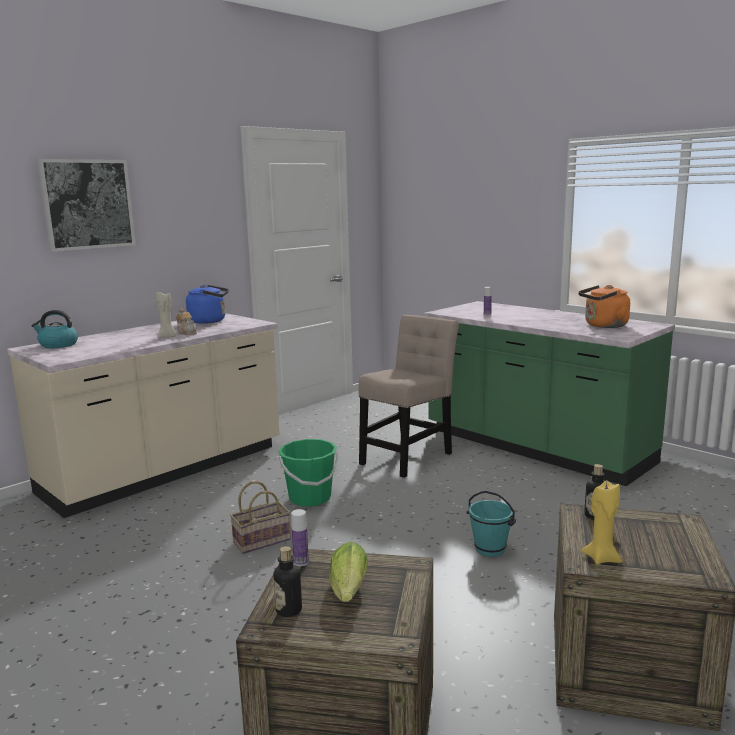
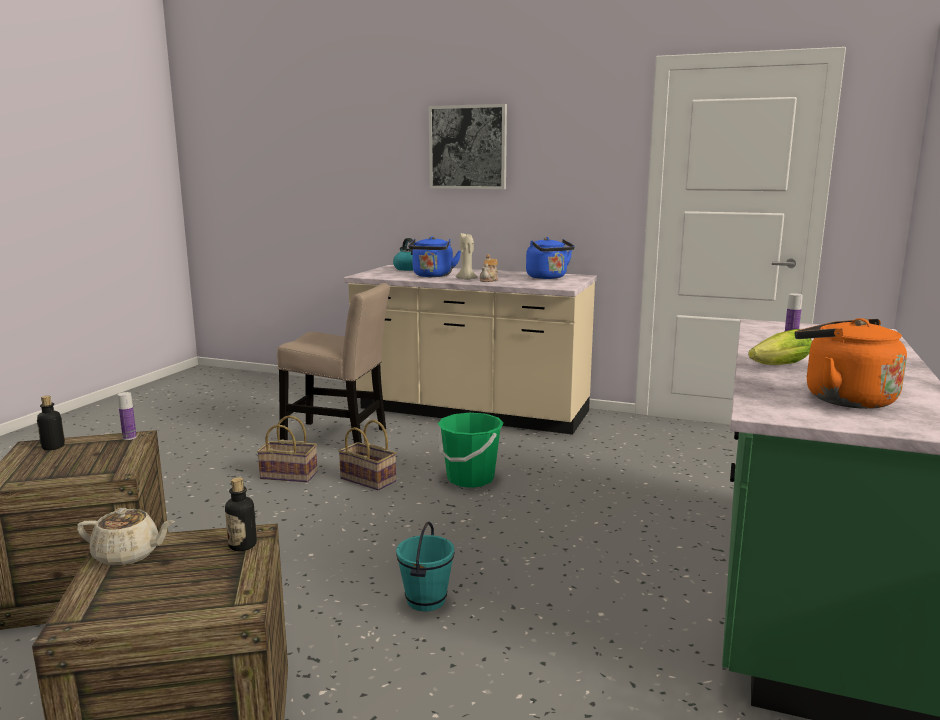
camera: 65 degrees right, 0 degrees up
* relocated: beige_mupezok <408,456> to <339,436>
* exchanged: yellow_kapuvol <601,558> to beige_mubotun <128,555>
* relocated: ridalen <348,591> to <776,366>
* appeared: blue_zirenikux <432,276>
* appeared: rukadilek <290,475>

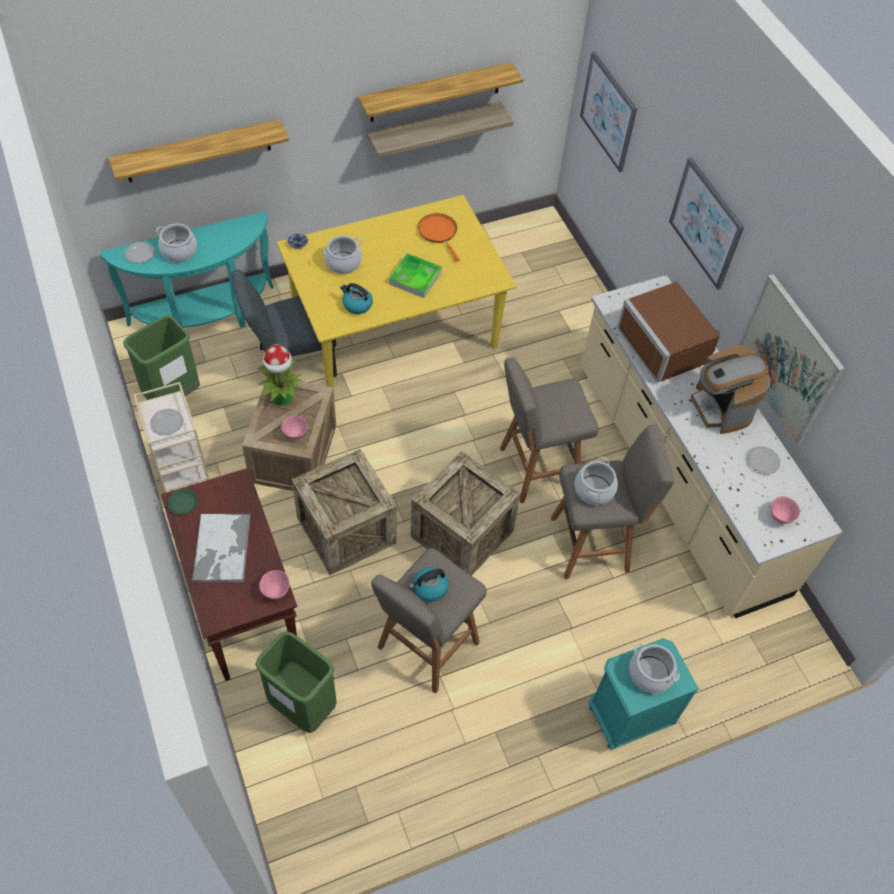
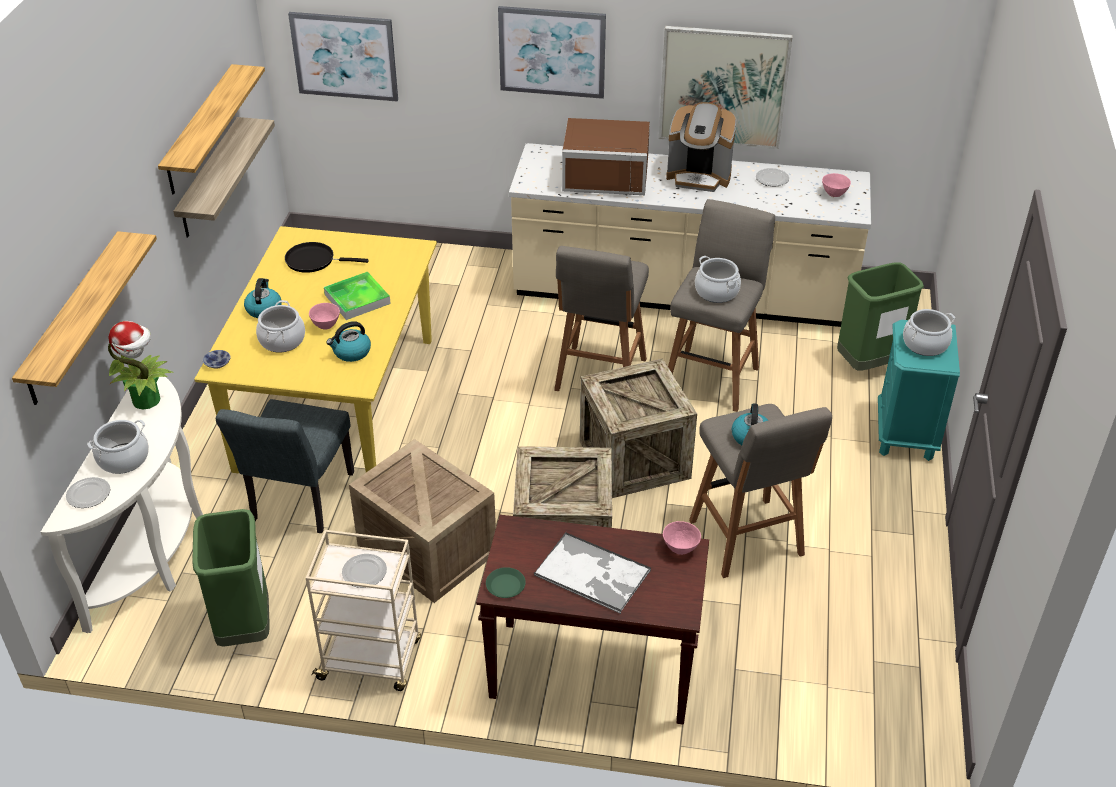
camera: 55 degrees left, 15 degrees down
* colour: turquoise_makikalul <205,318> to white_makikalul <156,552>
* colour: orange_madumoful <439,232> to black_madumoful <314,260>
* relocated: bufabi <283,398> to <147,400>
* relocated: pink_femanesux <295,434> to <326,326>
* relocated: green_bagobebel <302,706> to <869,365>
* appeared: zirenikux <264,309>

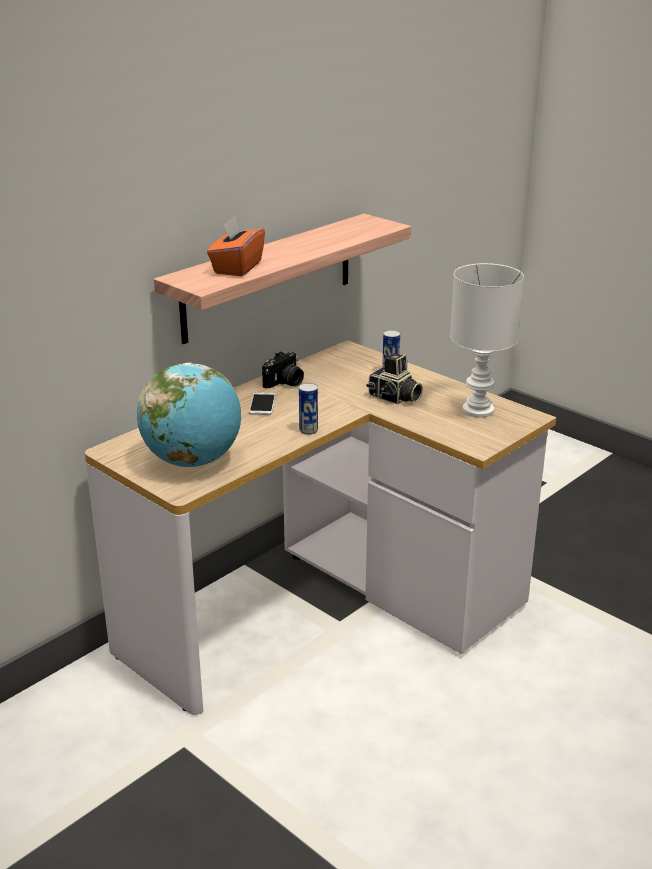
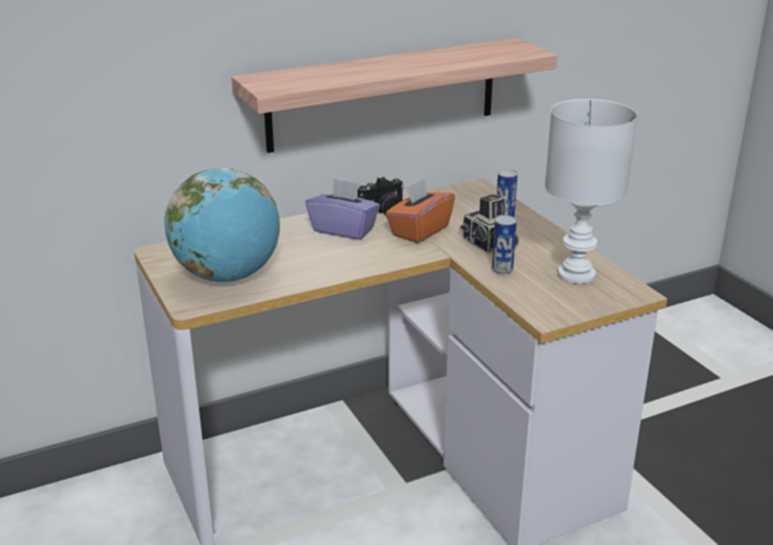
camera: 20 degrees right, 0 degrees up
* relocated: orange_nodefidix <237,267> to <419,231>
* relocated: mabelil <308,430> to <502,269>
* exchanged: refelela <262,404> to purple_nodefidix <344,230>

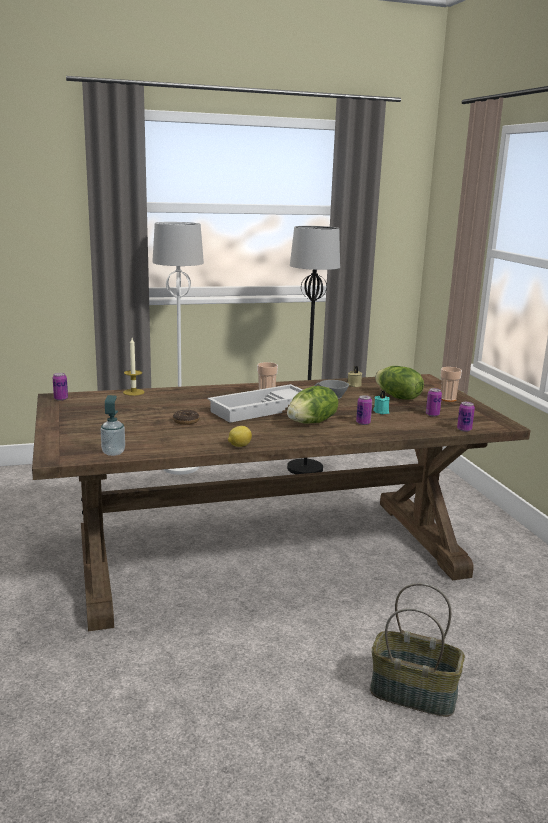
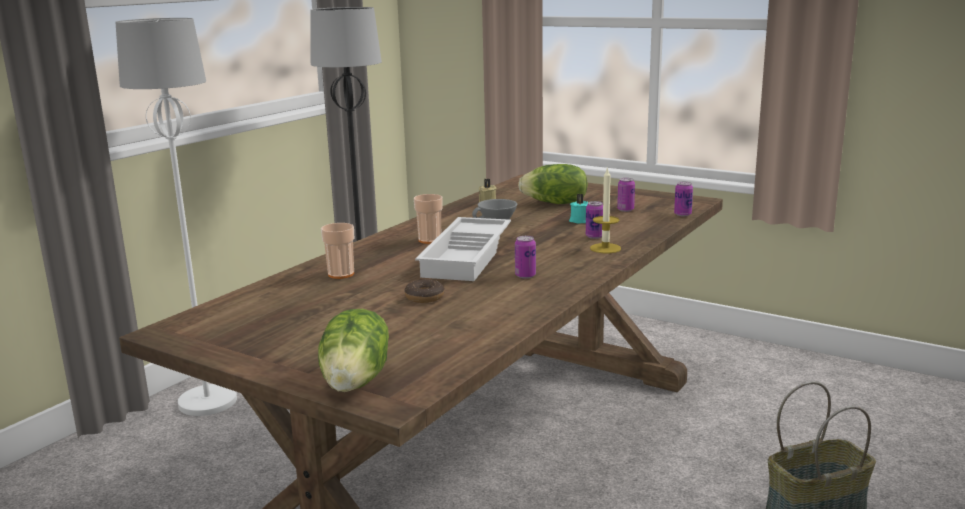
camera: 40 degrees left, 0 degrees up
* relocated: kapuvol <133,392> to <605,248>
* relocated: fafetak <448,399> to <341,274>
* relocated: mabelil <61,399> to <525,275>
* relocated: ridalen <312,422> to <357,381>
* missing: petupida <113,452>
* missing: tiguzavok <239,446>

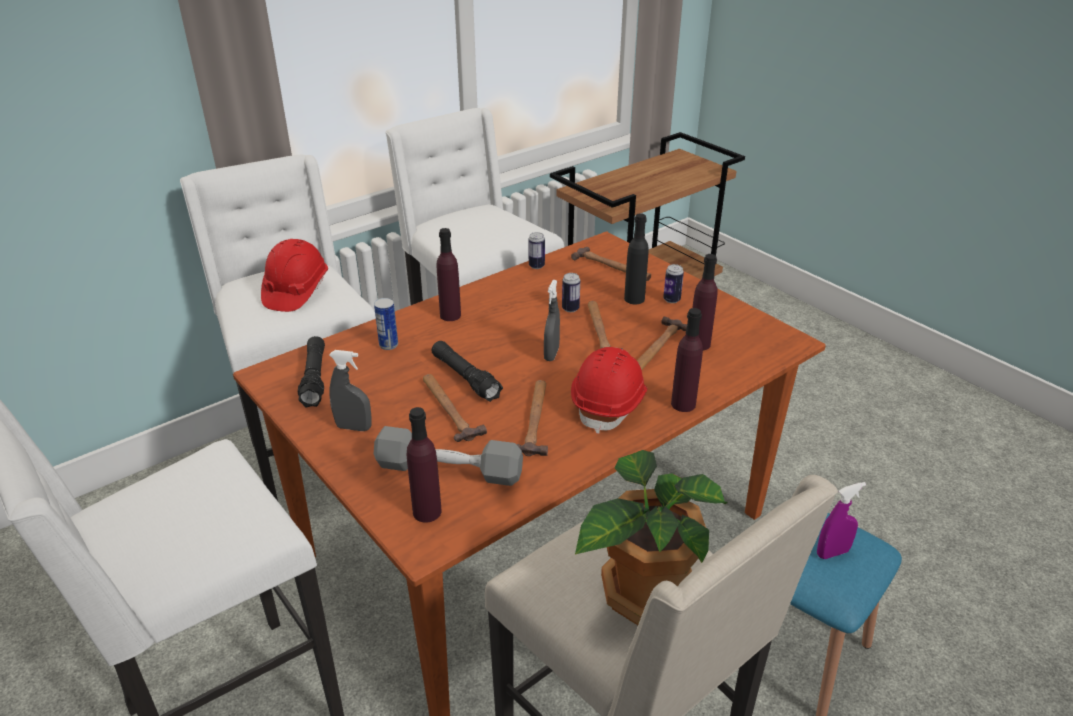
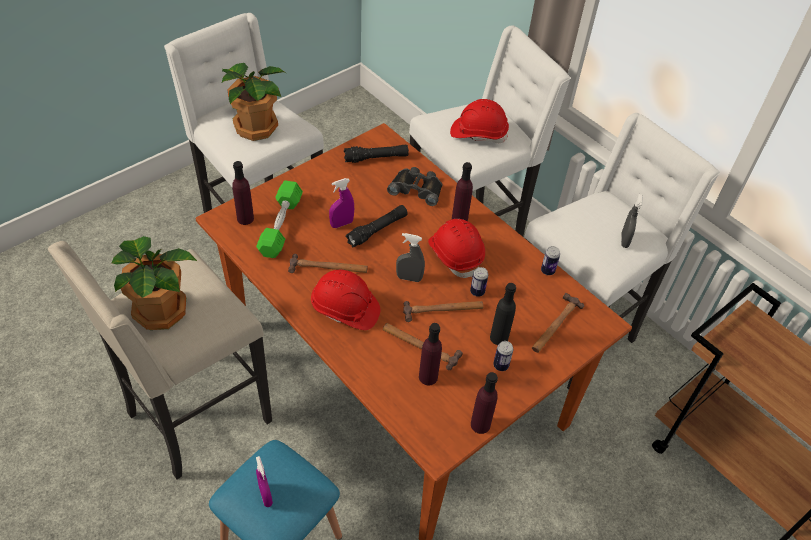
camera: 85 degrees right, 15 degrees up
* exchanged: mabelil <388,345> to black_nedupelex <417,189>
* relocated: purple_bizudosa <683,404> to <480,424>
* relocated: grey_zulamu <354,427> to <624,240>
* exchanged: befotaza <449,409> to purple_zulamu <341,224>
* colour: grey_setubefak <449,470> to green_setubefak <280,226>
* appeared: bufabi <256,127>
* appeared: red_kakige <455,255>

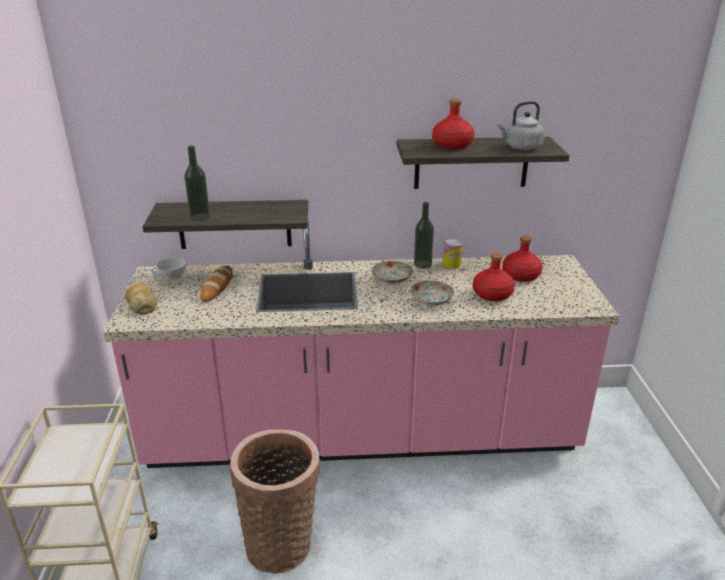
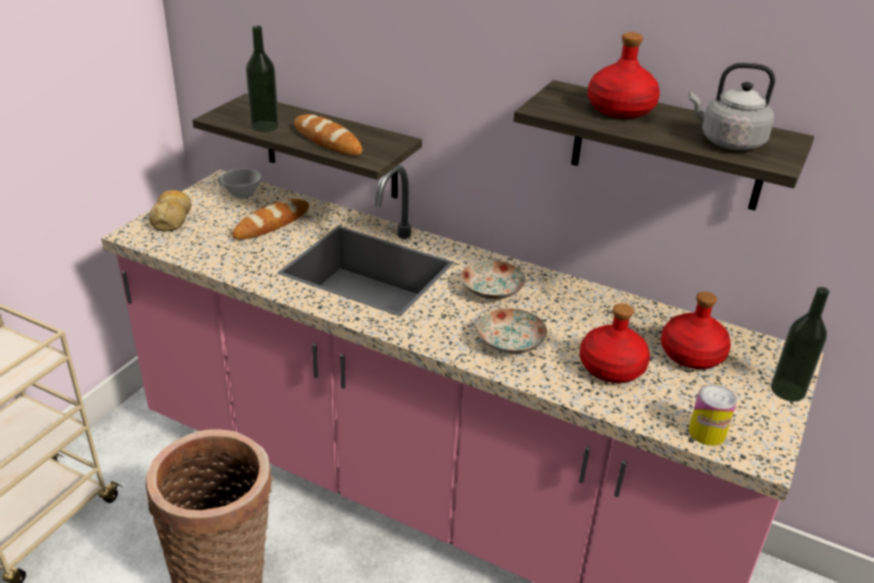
camera: 30 degrees right, 5 degrees up
* relocated: bizudosa <422,264> to <787,390>
* relocated: mabelil <451,264> to <707,432>
* appeared: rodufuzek <327,140>

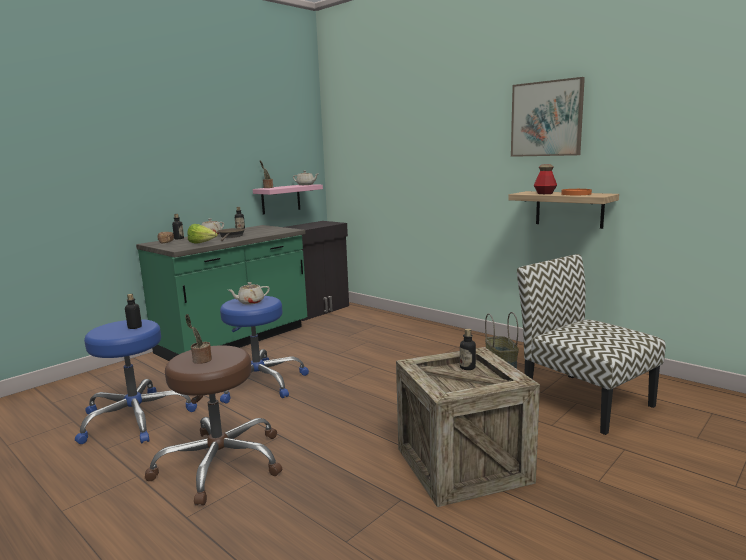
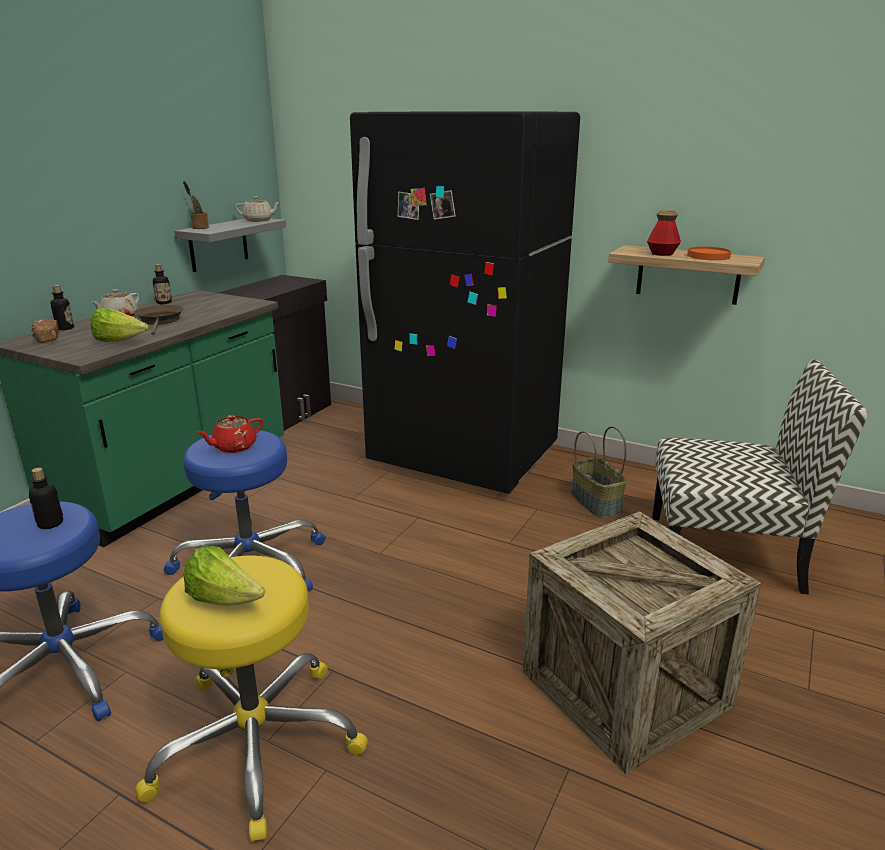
camera: 15 degrees left, 10 degrees up
* missing: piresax <546,119>
* colour: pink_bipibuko <281,199> to grey_bipibuko <218,244>
* spun: mupezok <583,401> = <727,552> 150 degrees clockwise
* colour: beige_mubotun <250,302> to red_mubotun <234,447>
* exchanged: bufabi <201,360> to ridalen <224,599>
* missing: bizudosa <467,367>
* colour: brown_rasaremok <220,463> to yellow_rasaremok <257,742>
* appeared: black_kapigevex <463,457>

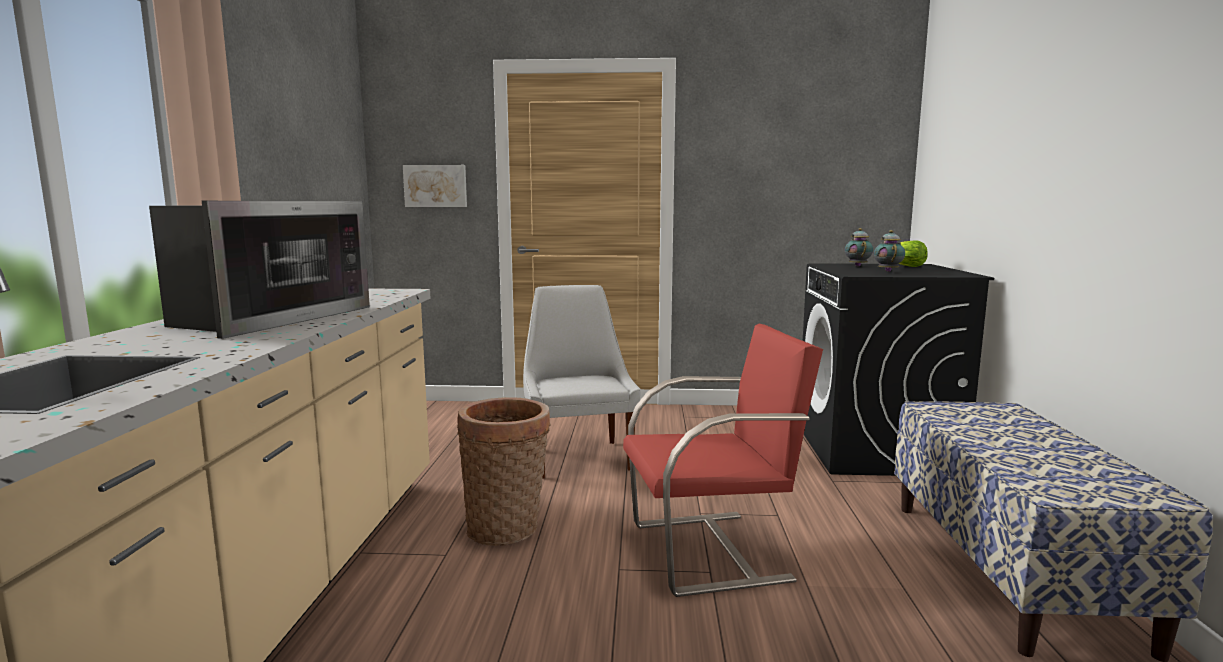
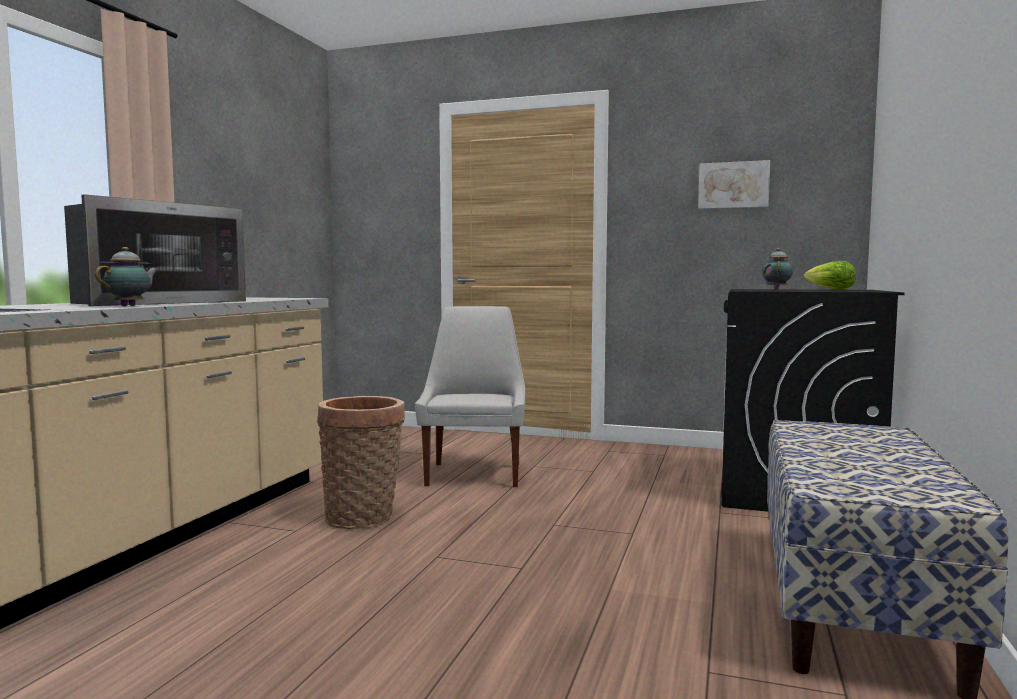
camera: 15 degrees right, 5 degrees down
* relocated: piresax <436,186> to <733,185>
* relocated: mubotun <888,271> to <130,306>
* missing: red_mupezok <712,551>

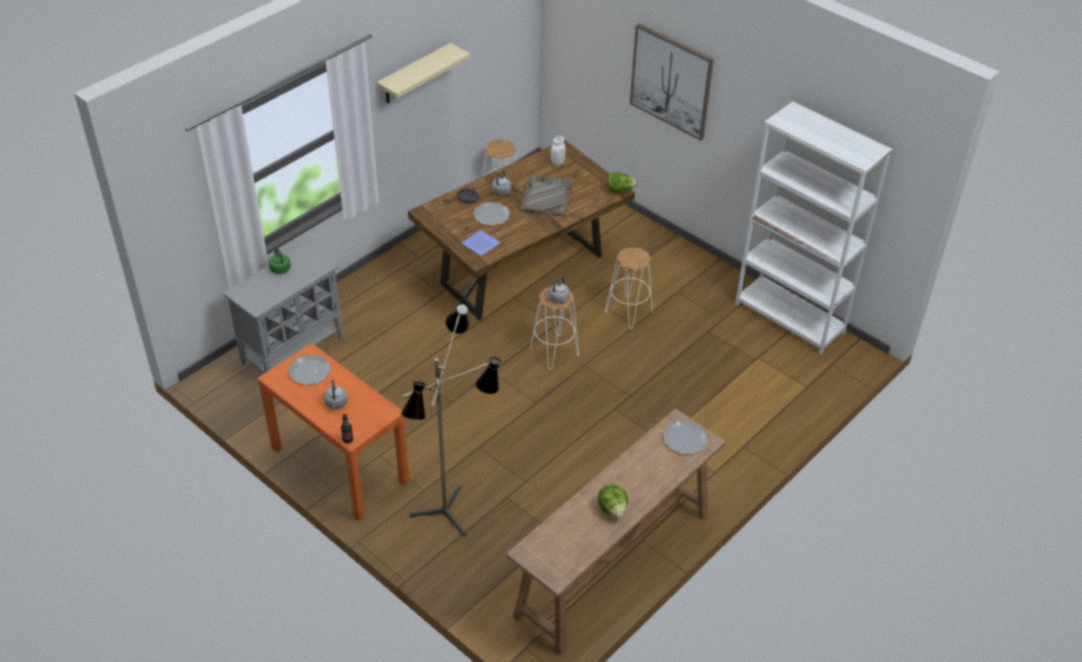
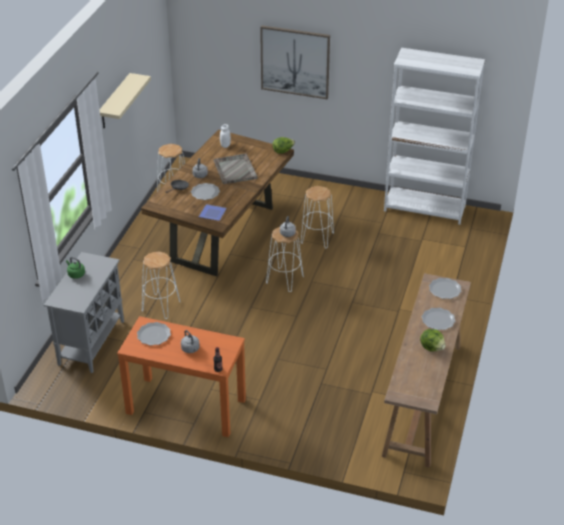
camera: 25 degrees left, 5 degrees down
* missing: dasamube <452,514>
* appeared: white_rasaremok <160,306>
* appeared: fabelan <438,320>

